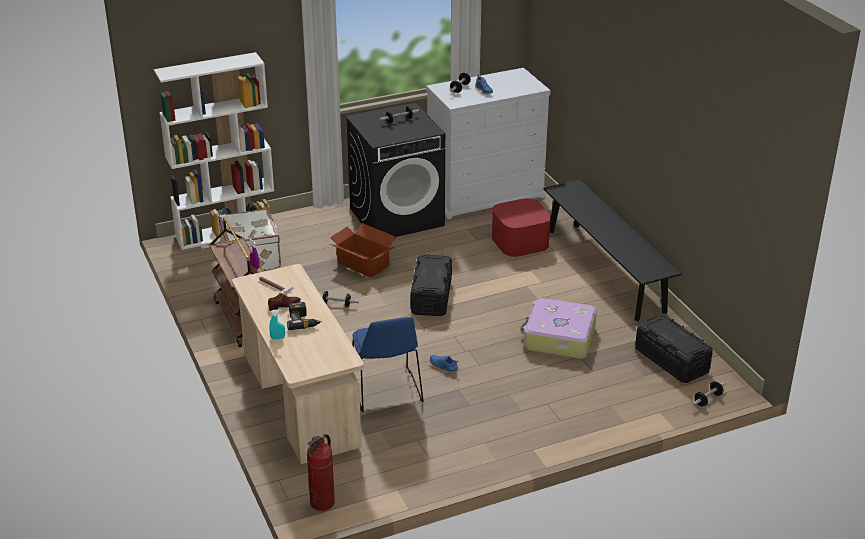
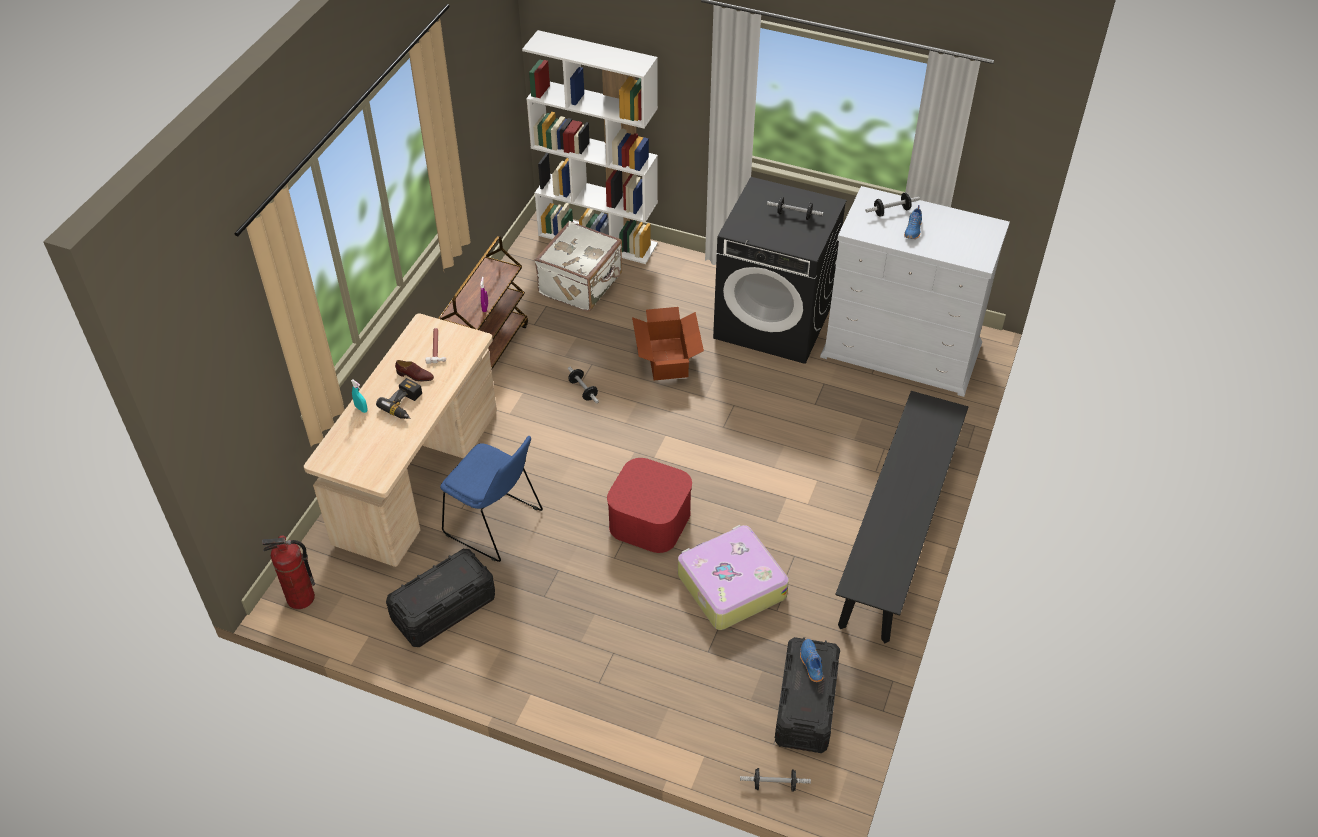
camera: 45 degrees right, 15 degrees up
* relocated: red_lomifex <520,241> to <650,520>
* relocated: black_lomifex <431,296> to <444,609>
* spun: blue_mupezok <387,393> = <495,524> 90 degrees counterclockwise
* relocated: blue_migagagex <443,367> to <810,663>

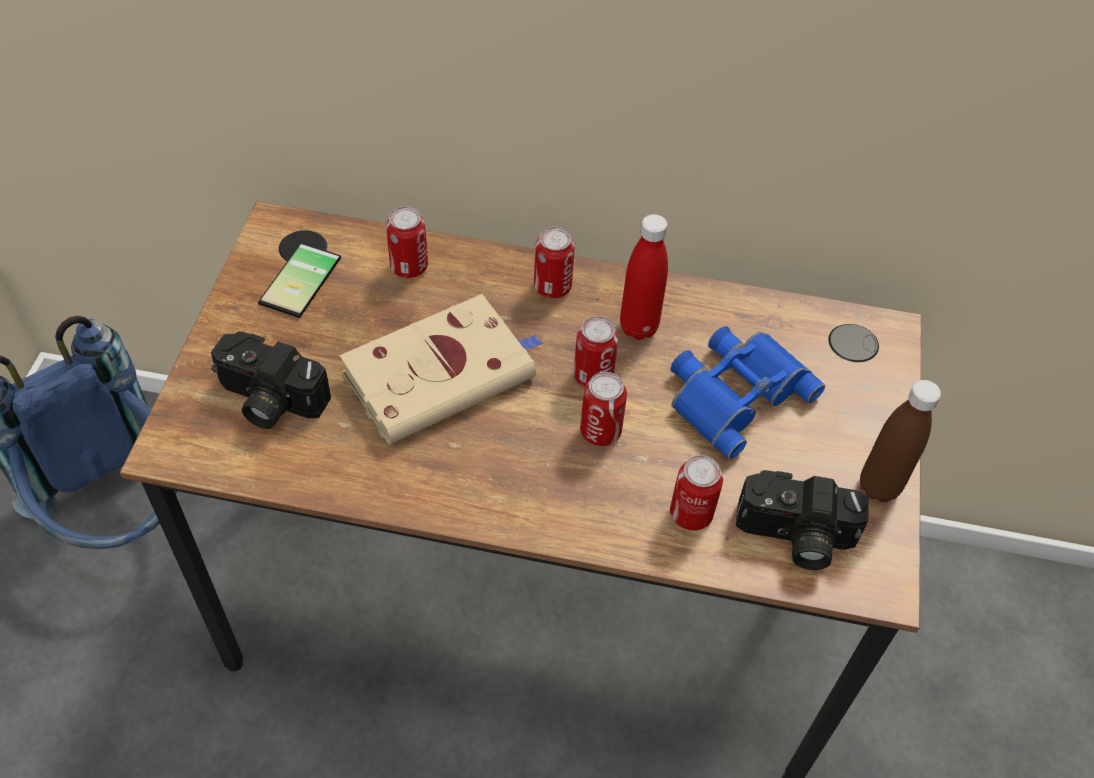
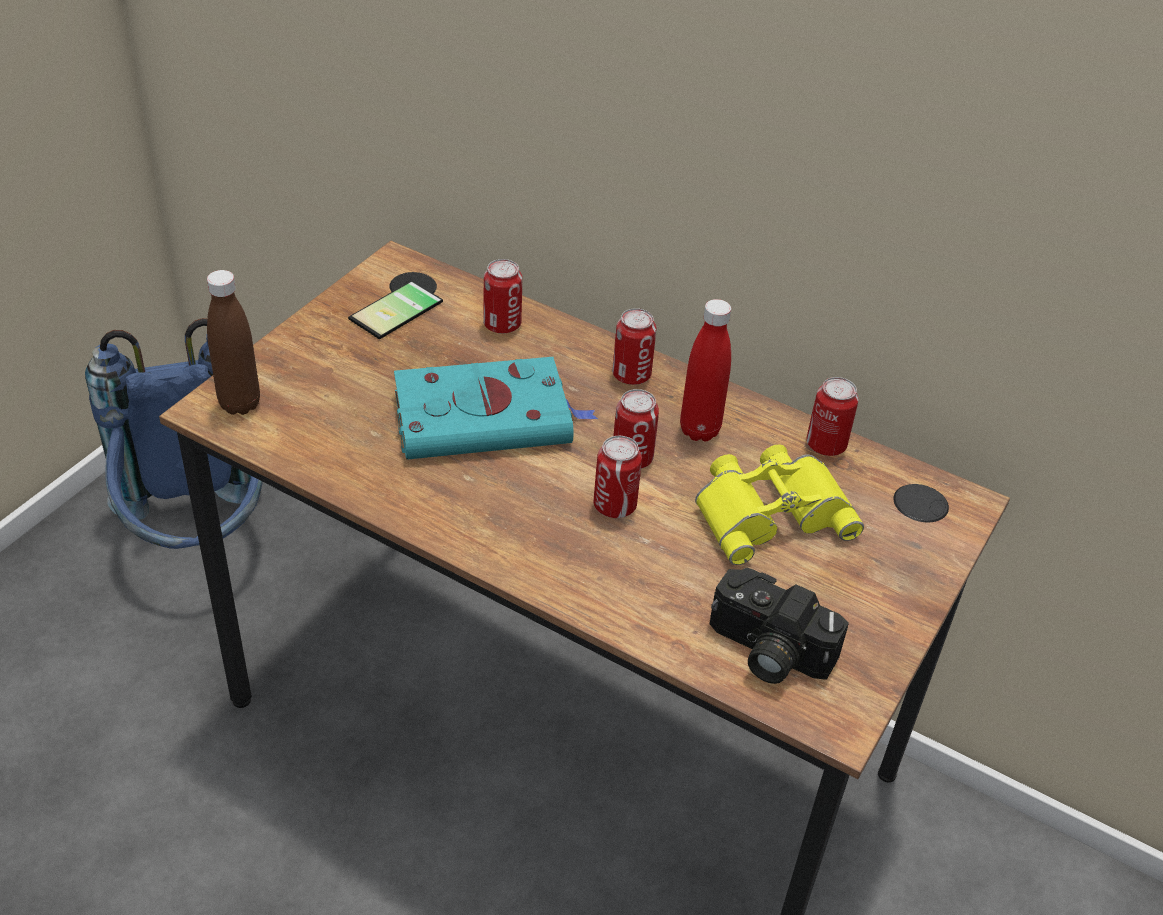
camera: 20 degrees right, 10 degrees down
* colour: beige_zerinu <443,373> to turquoise_zerinu <487,418>
* colour: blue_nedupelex <735,392> to yellow_nedupelex <770,510>
* missing: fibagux <268,400>
* relocated: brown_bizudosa <879,487> to <240,404>
* relocated: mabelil <691,514> to <826,445>

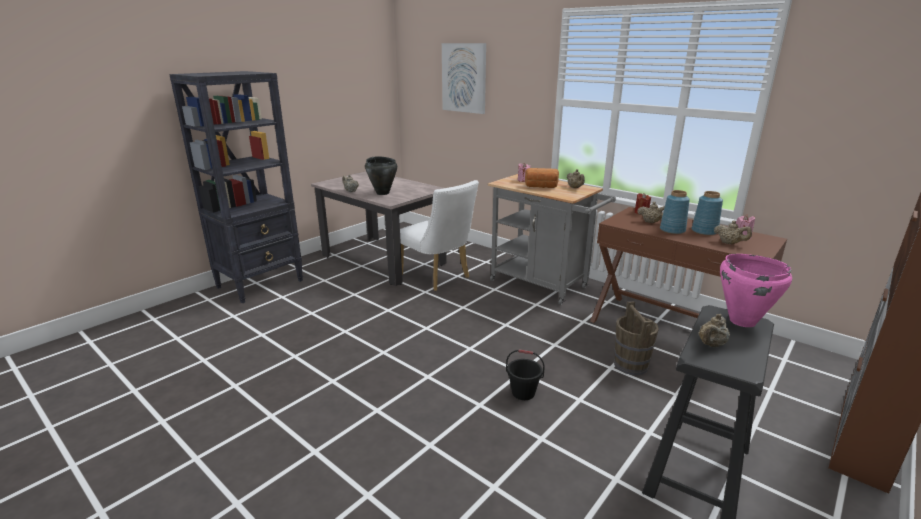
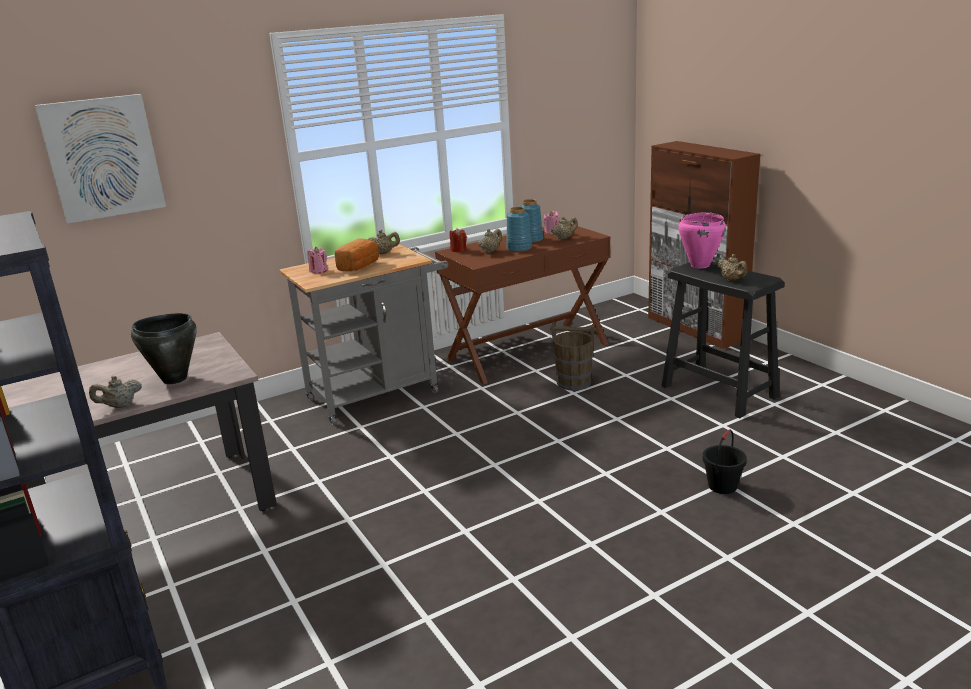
camera: 70 degrees left, 0 degrees up
* missing: white_mupezok <438,278>
* relocated: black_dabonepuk <523,392> to <722,486>

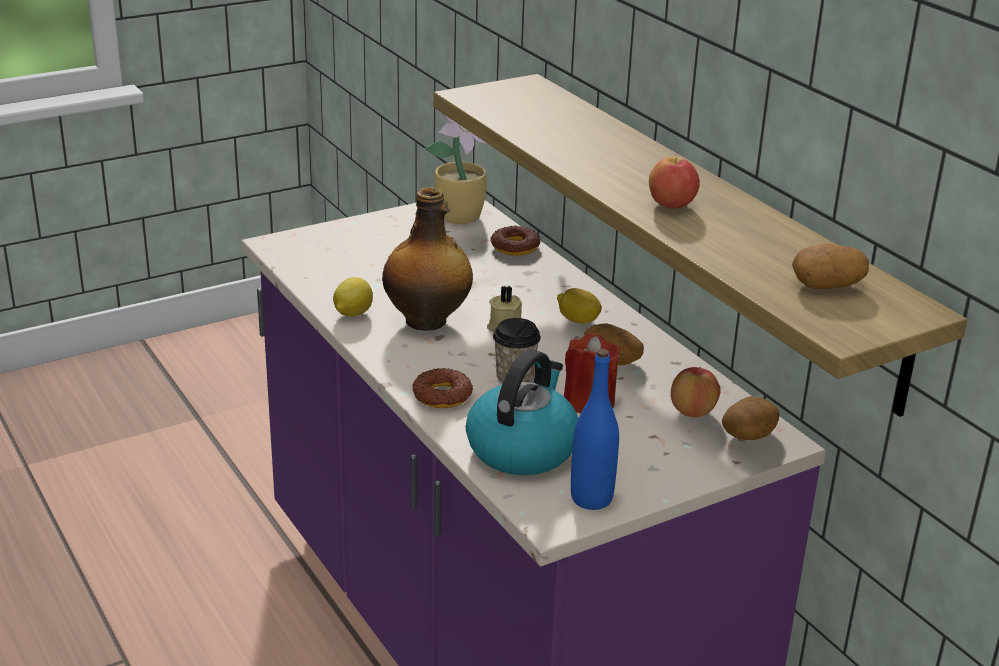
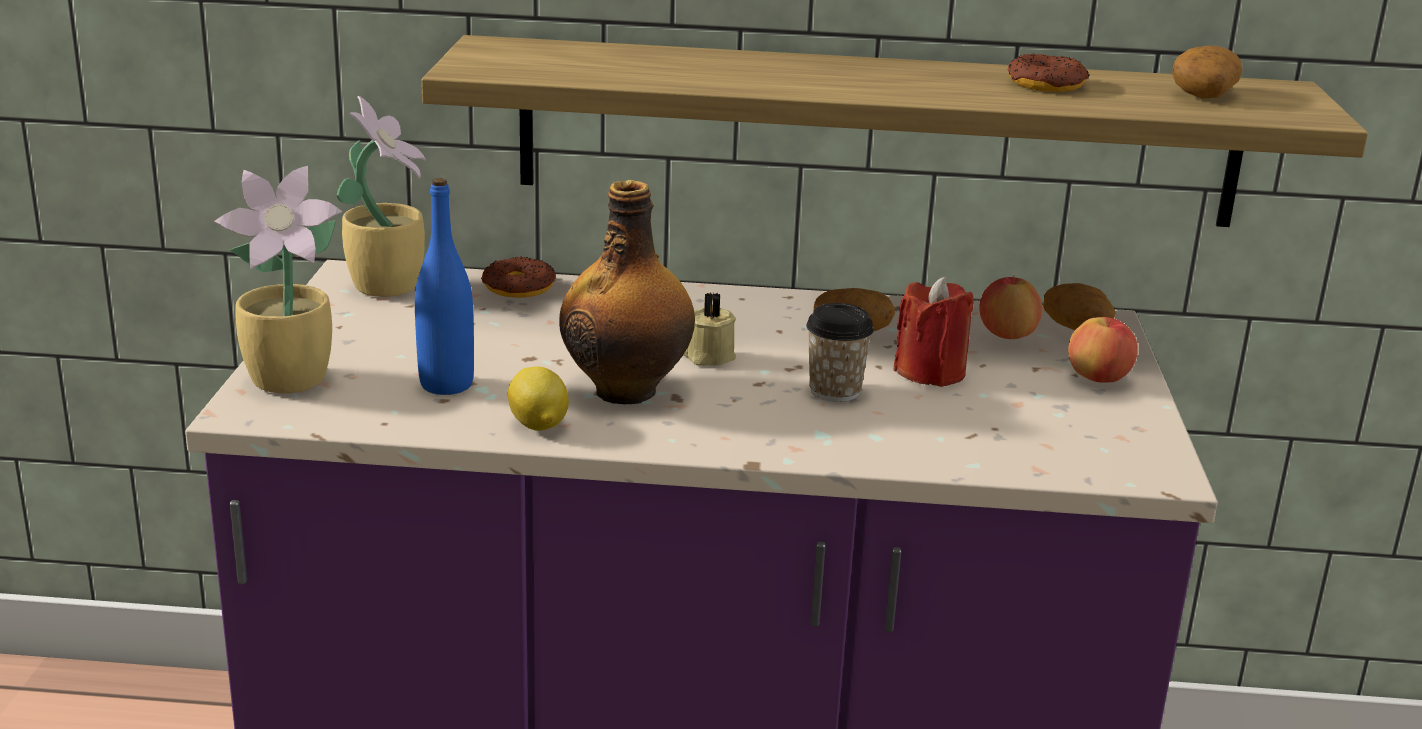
camera: 55 degrees left, 5 degrees down
* relocated: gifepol <671,205> to <1099,378>
* missing: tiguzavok <578,320>
* relocated: blue_bizudosa <591,498> to <446,384>
* missing: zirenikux <522,448>
* relocated: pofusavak <442,395> to <1046,84>
* appeared: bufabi <293,381>

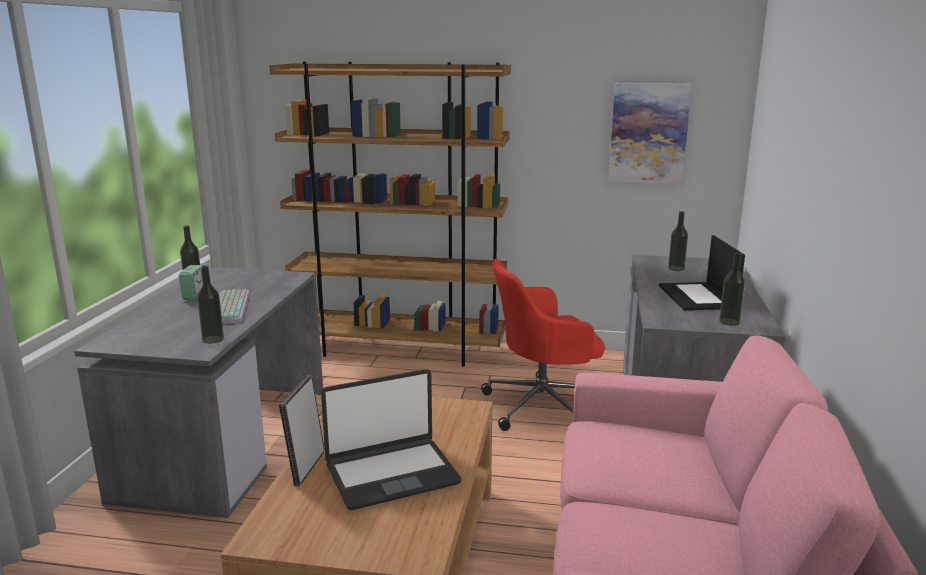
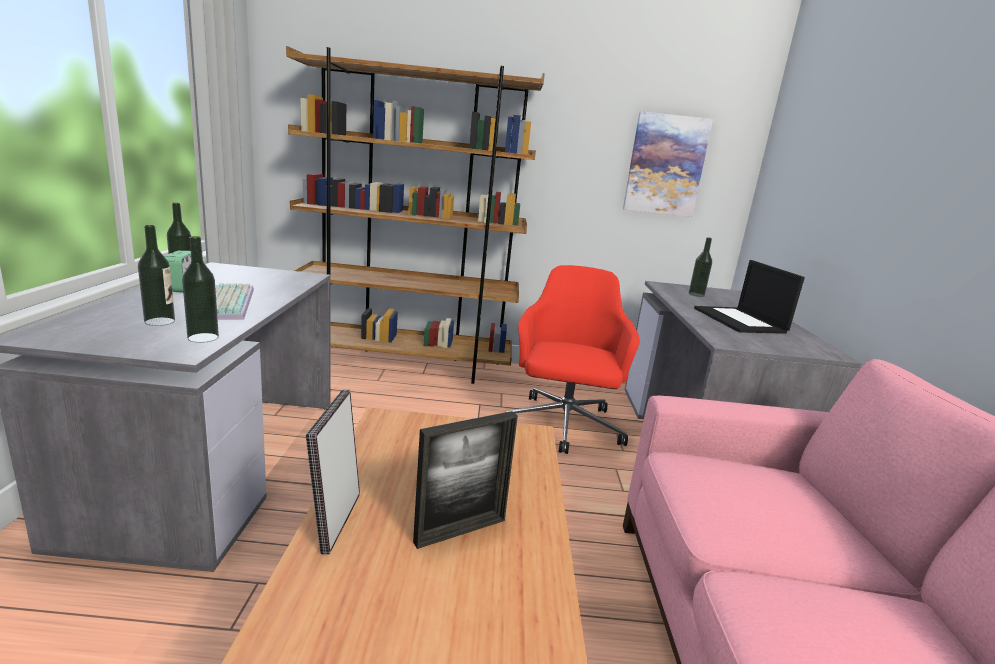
camera: 10 degrees left, 0 degrees up
* relocated: bizudosa <729,322> to <159,321>
* spun: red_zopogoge <543,406> = <563,426> 120 degrees clockwise
* exchanged: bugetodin <391,474> to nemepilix <460,531>

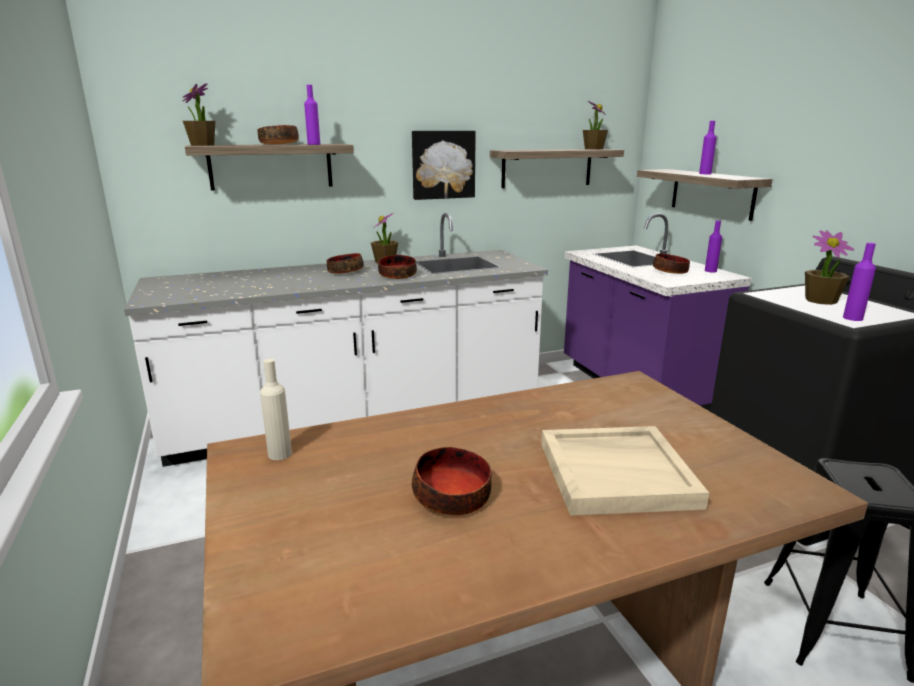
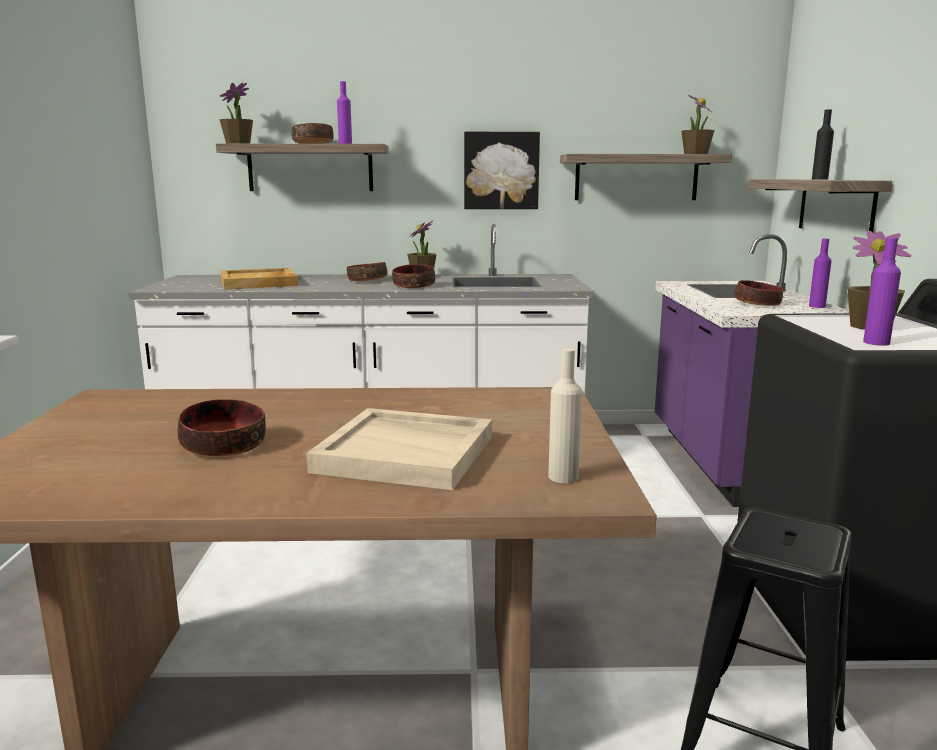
camera: 20 degrees right, 5 degrees down
* colour: purple_bizudosa <705,173> to black_bizudosa <819,179>
* relocated: beige_bizudosa <280,454> to <563,477>
* appeared: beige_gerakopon <259,282>

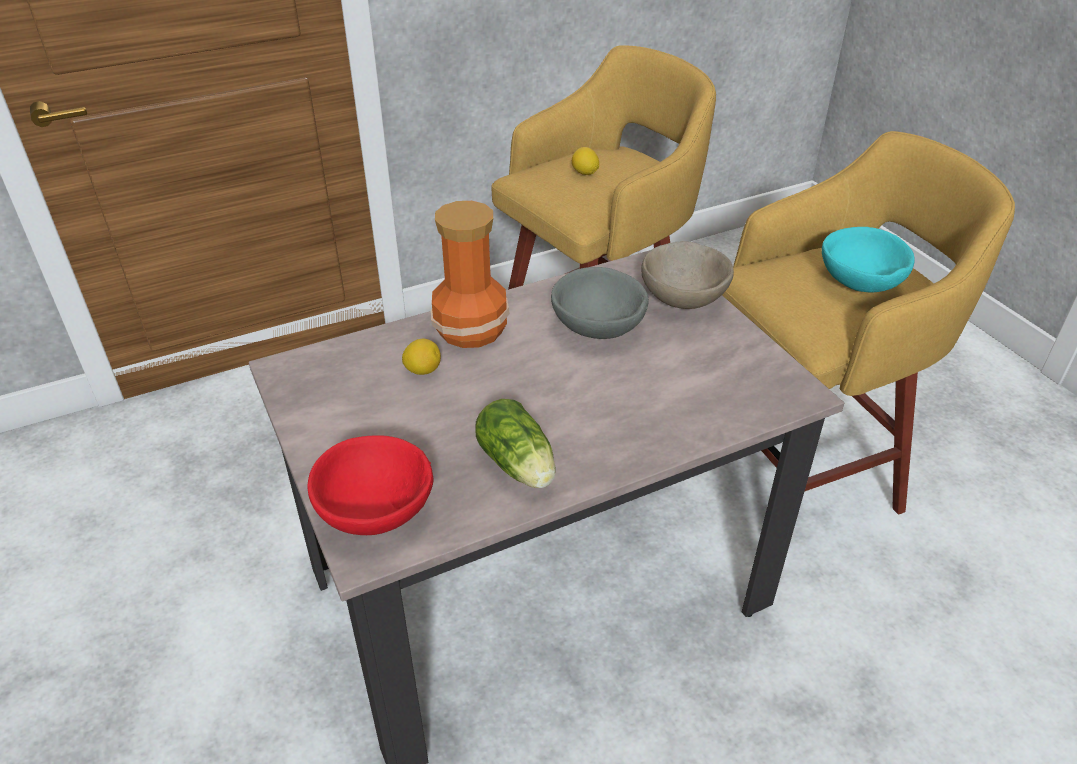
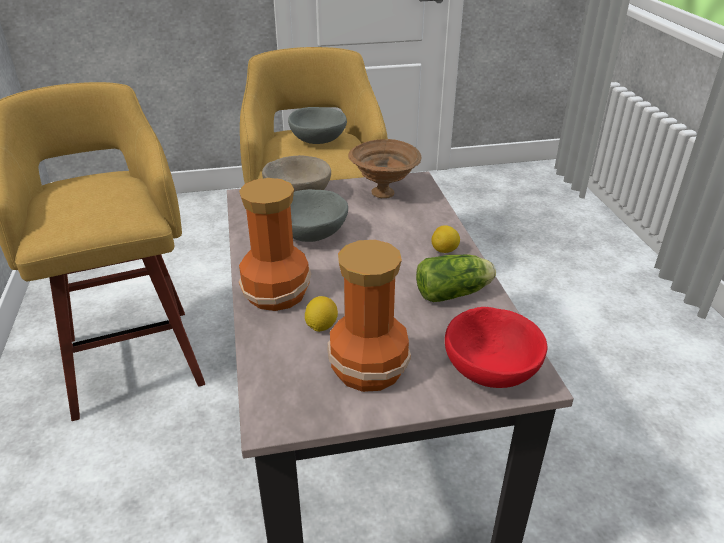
camera: 75 degrees left, 5 degrees down
* relocated: tiguzavok <584,173> to <444,251>
* colour: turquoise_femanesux <858,282> to grey_femanesux <317,141>
* appeared: brown_femanesux <385,194>
* appeared: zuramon <367,368>

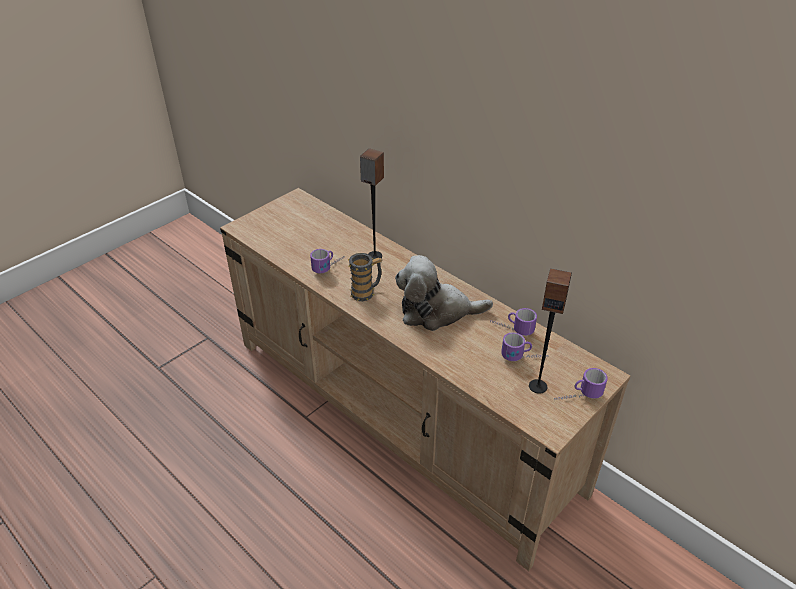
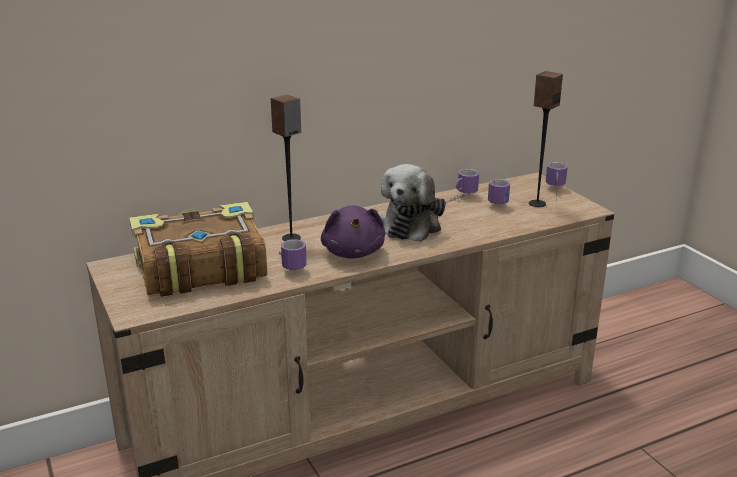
camera: 70 degrees left, 15 degrees down
* exchanged: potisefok <366,292> to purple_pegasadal <353,252>
* appeared: zerinu <198,267>

